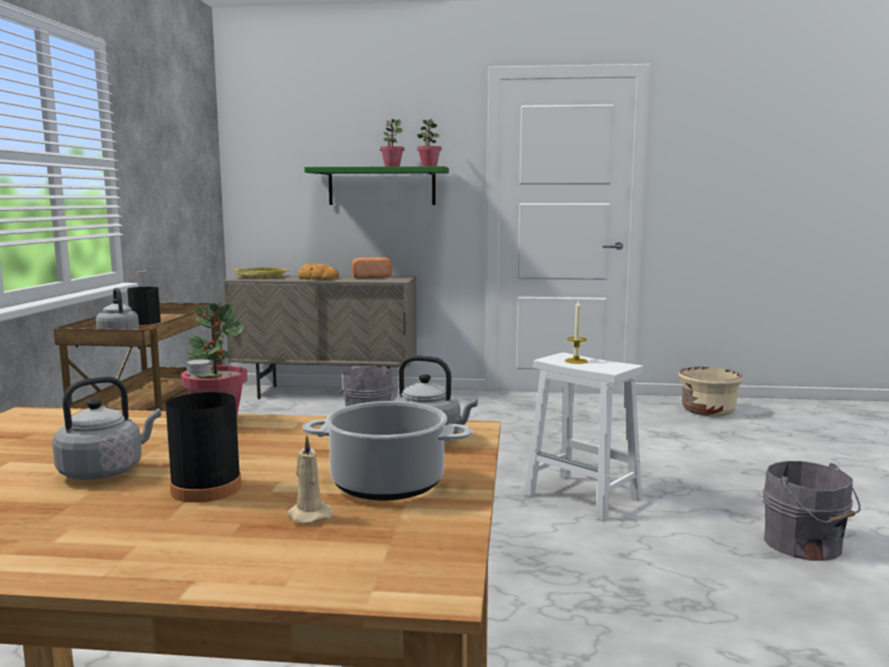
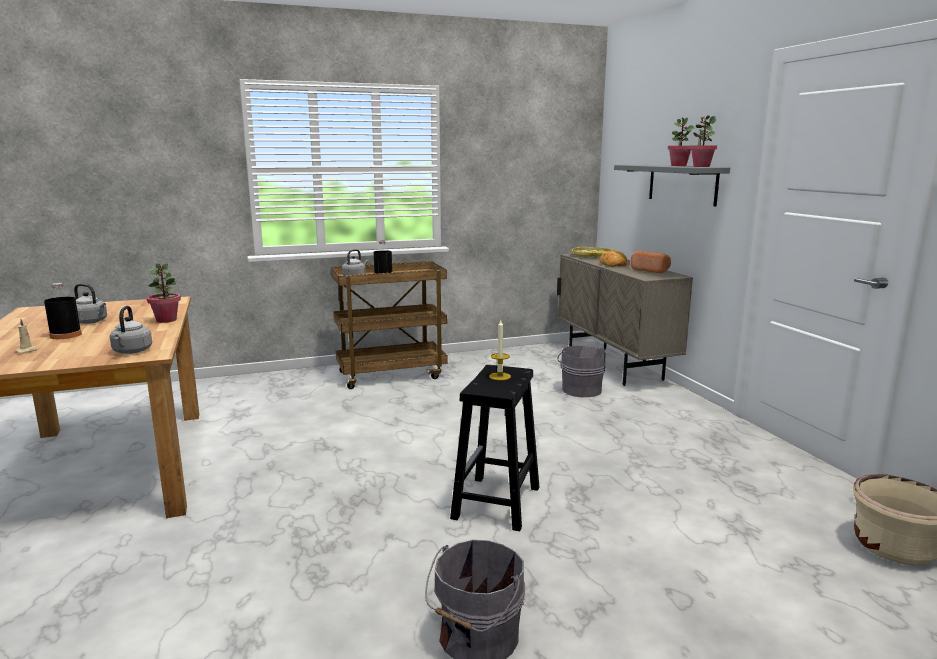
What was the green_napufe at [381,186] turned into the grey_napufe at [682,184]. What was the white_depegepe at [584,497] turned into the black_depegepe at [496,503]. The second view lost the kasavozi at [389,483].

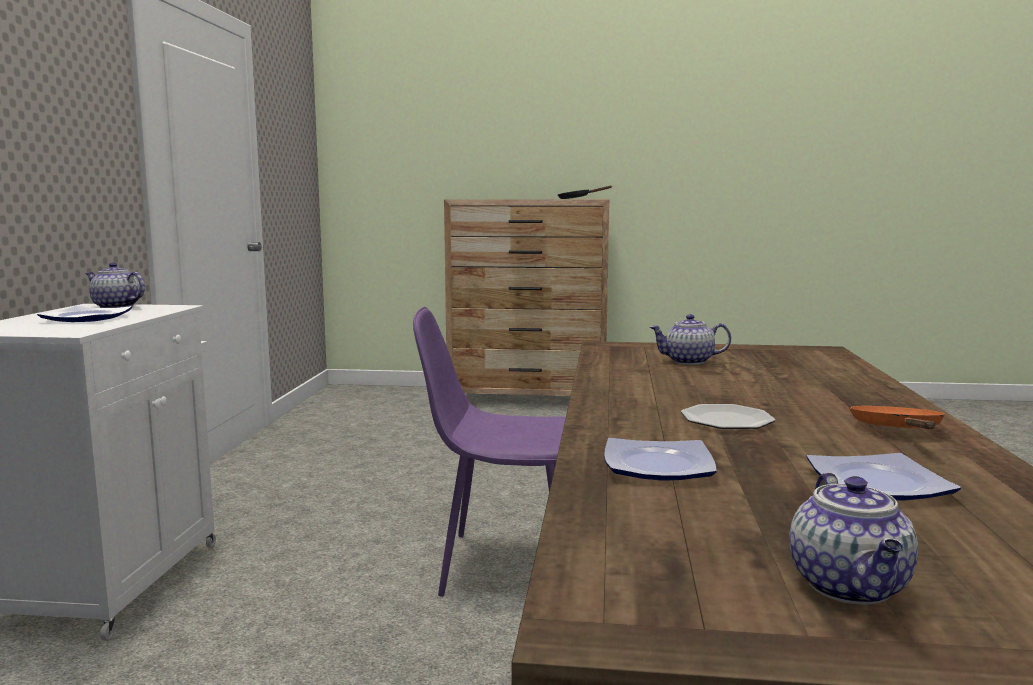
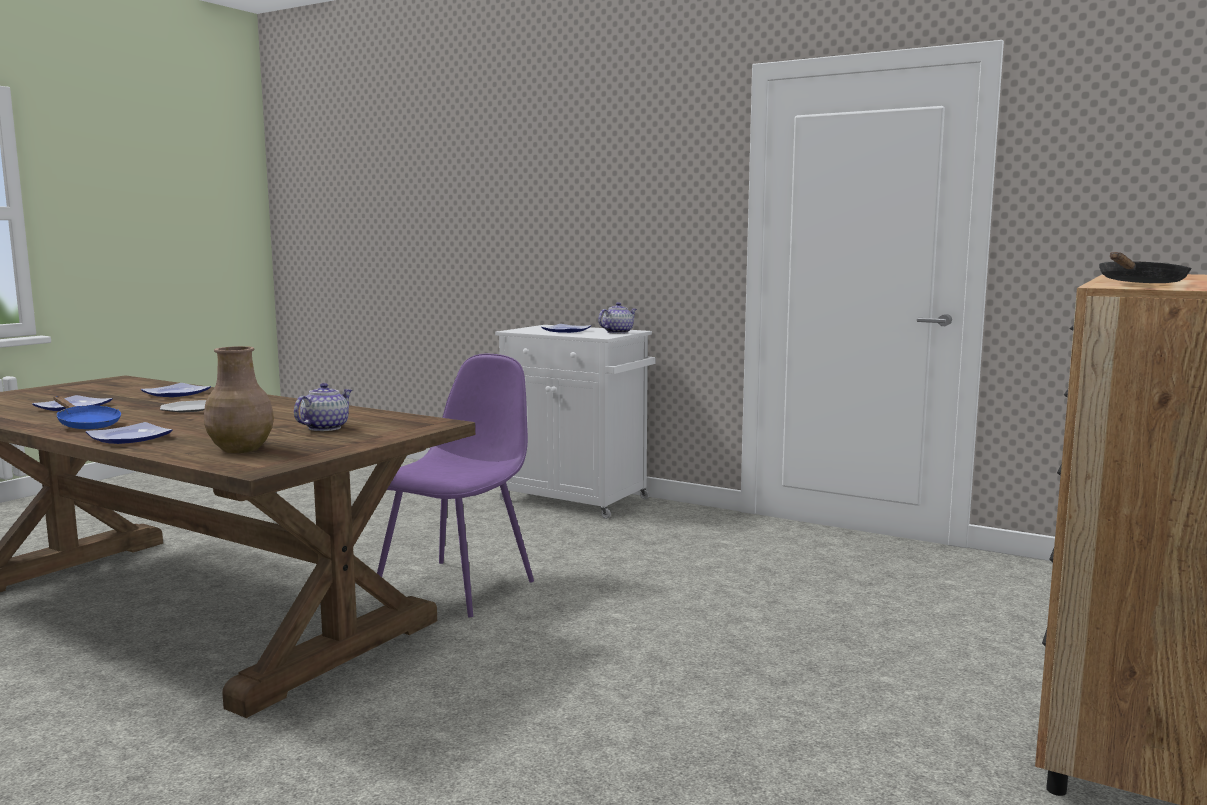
What was the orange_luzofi at [898,431] turned into the blue_luzofi at [86,425]. The second view lost the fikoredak at [851,588]. The second view gained the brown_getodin at [241,449]. The second view gained the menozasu at [129,438].

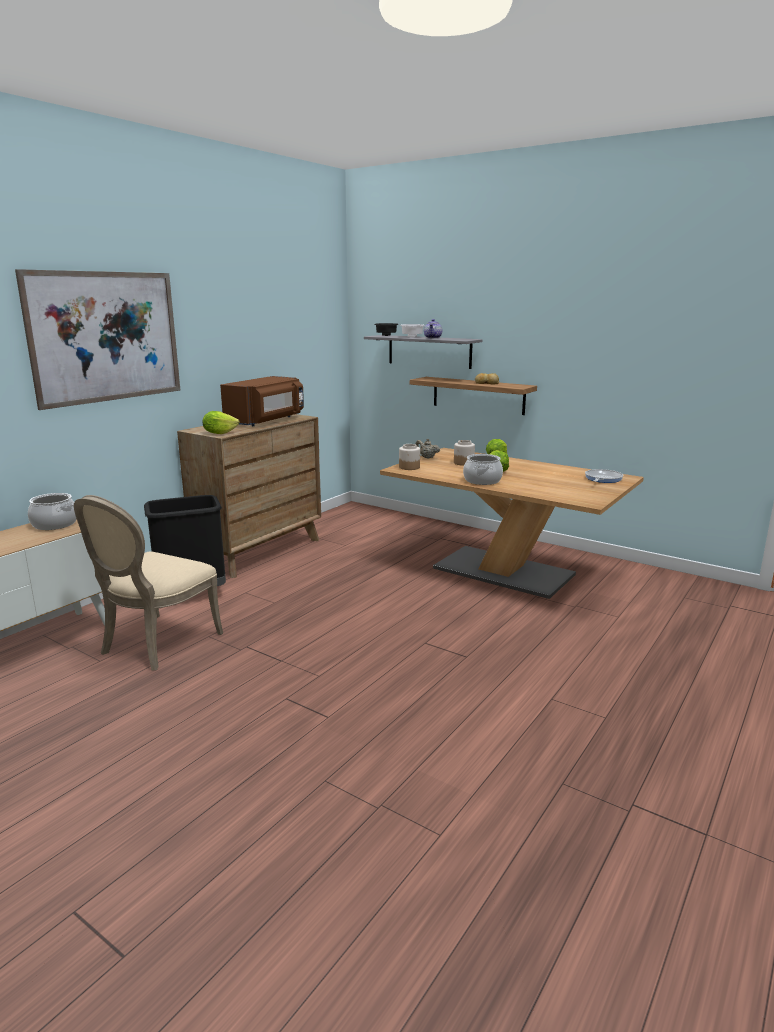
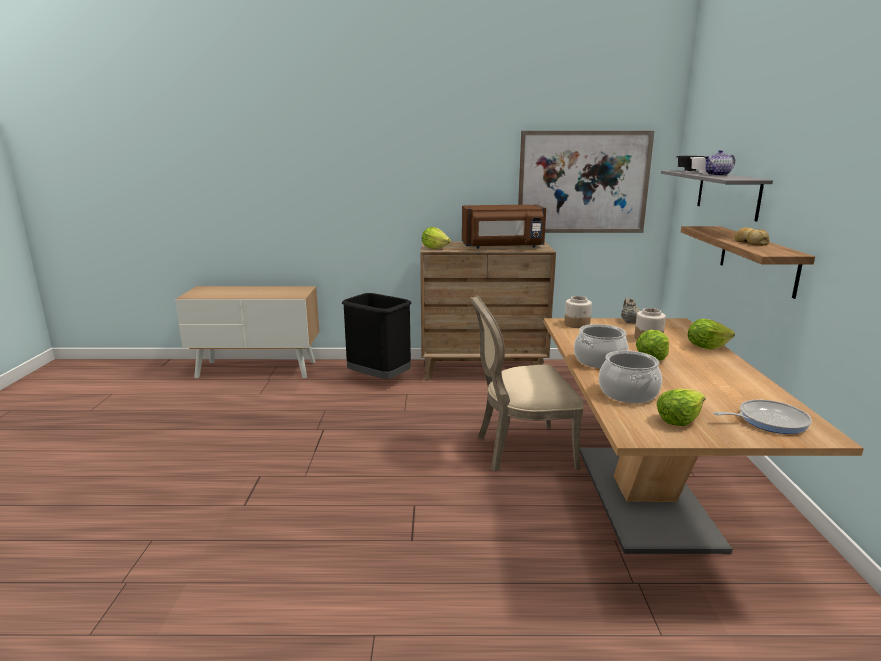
The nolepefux ended up elsewhere, having gone from [106,337] to [583,182]. The kasavozi ended up elsewhere, having gone from [54,524] to [627,393]. The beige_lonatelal ended up elsewhere, having gone from [156,644] to [520,450]. The second view gained the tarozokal at [679,419].

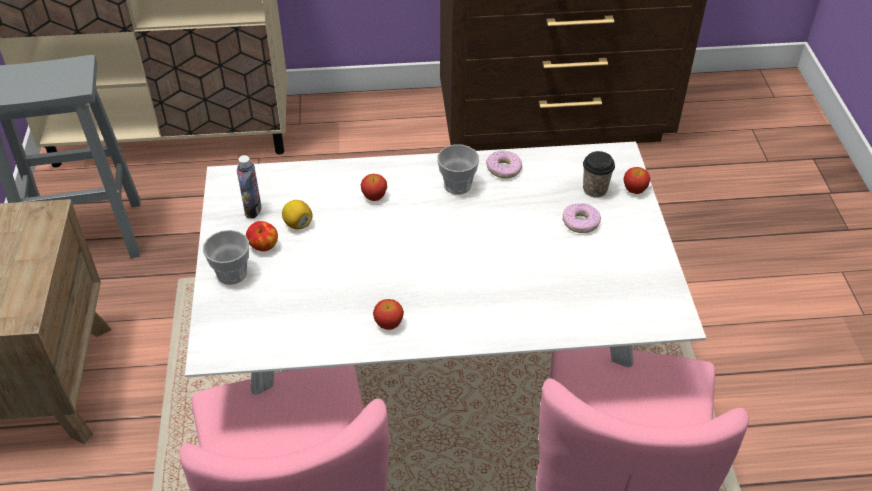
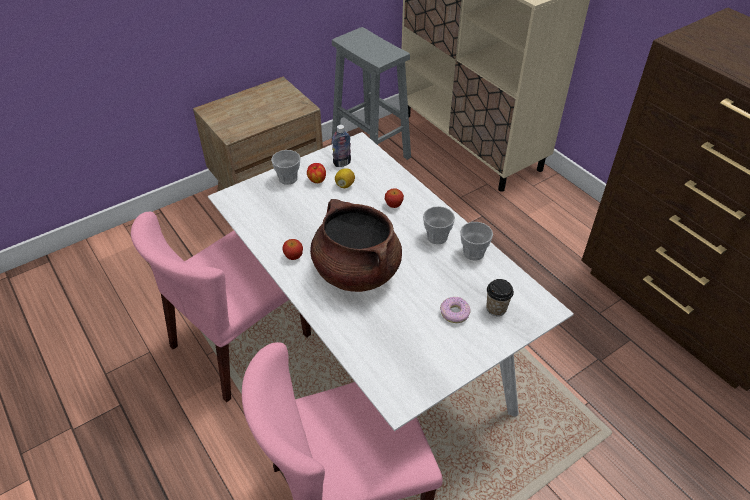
Where the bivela stood at [504,169], the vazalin came to stand at [473,252]. The second view lost the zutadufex at [634,190]. The second view gained the brown_kasavozi at [356,271].

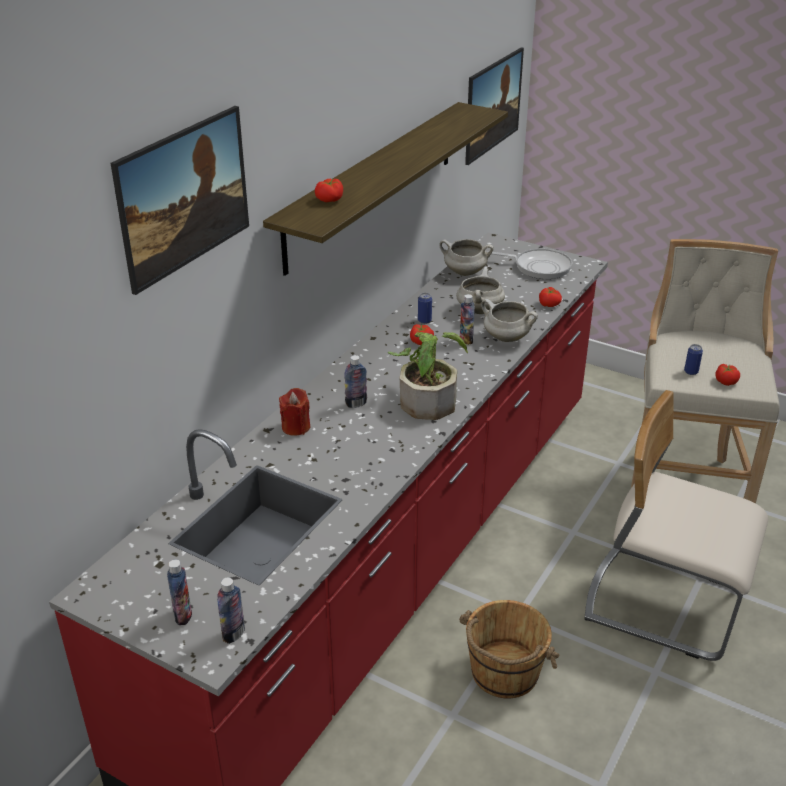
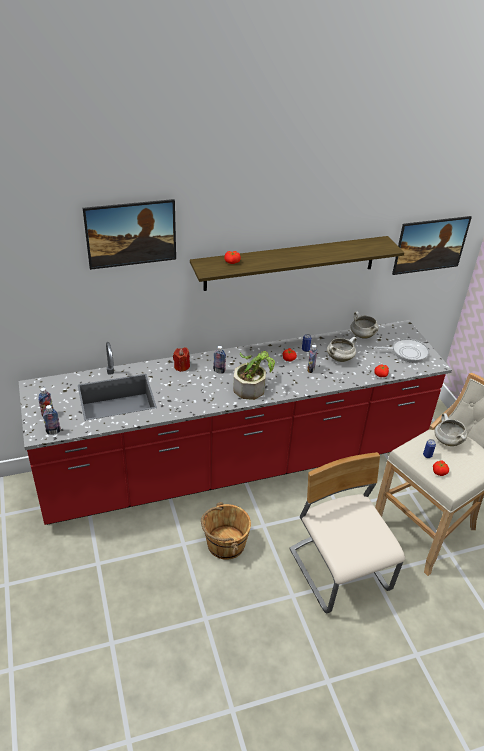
The luzofi at [539,267] ended up facing another way, 60 degrees counterclockwise from before. The white_kasavozi ended up elsewhere, having gone from [506,338] to [447,441].

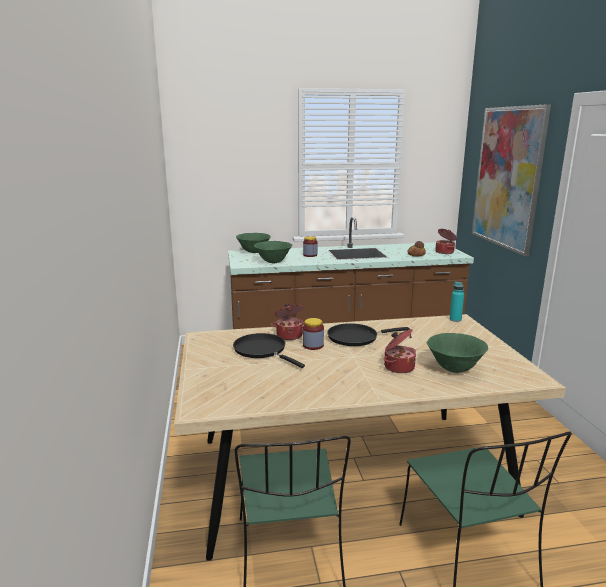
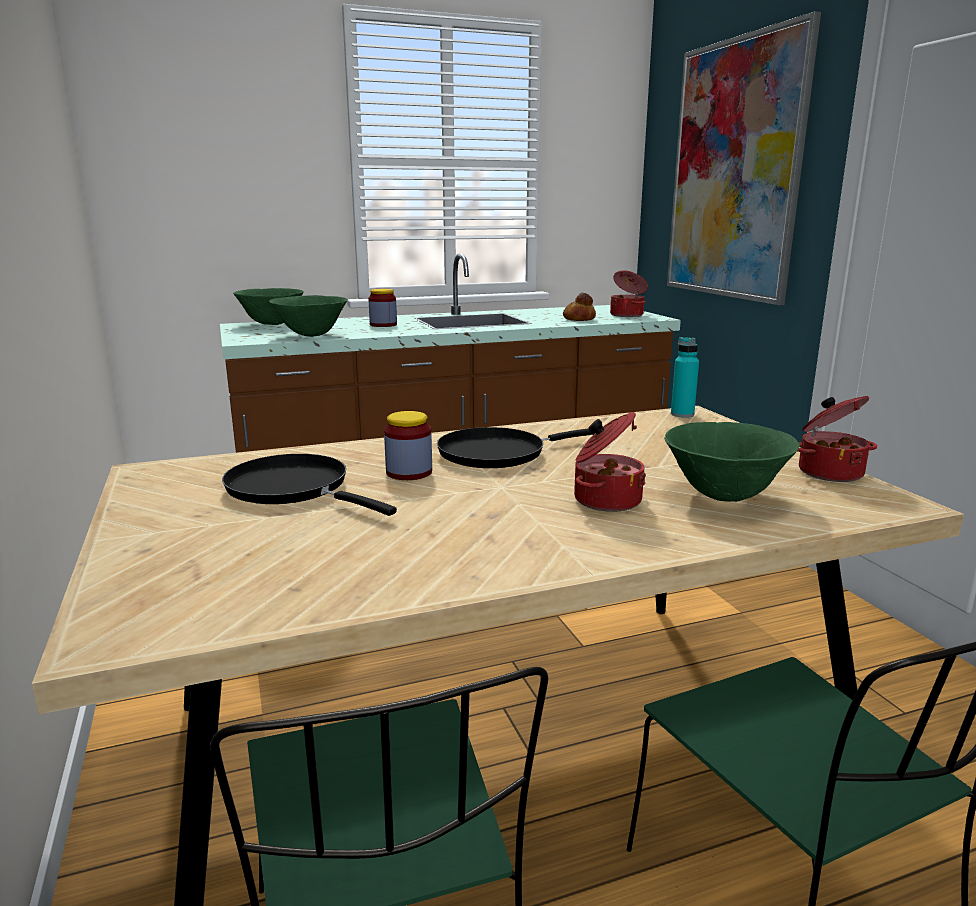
The kasavozi ended up elsewhere, having gone from [289,335] to [829,472].

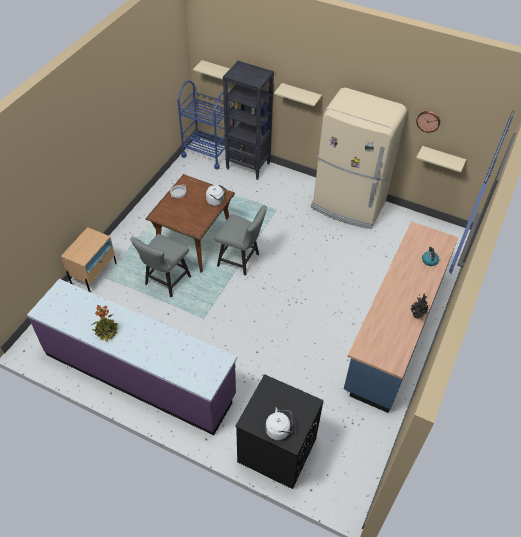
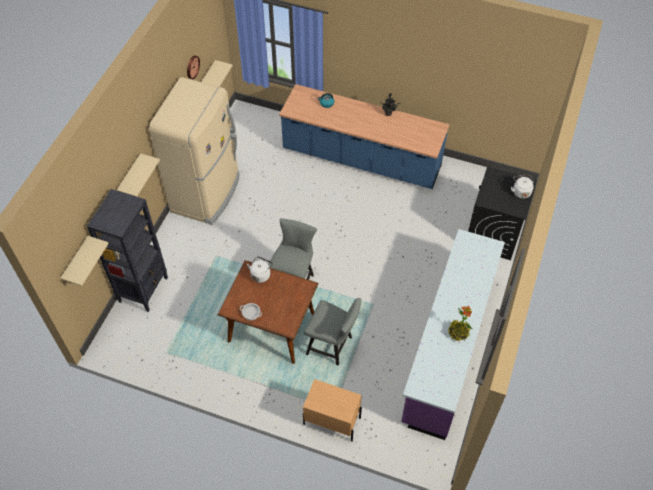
The second view lost the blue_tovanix at [207,153].

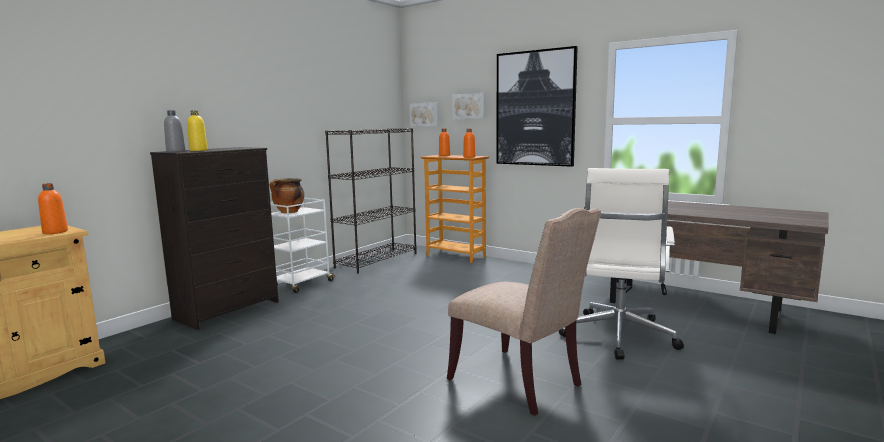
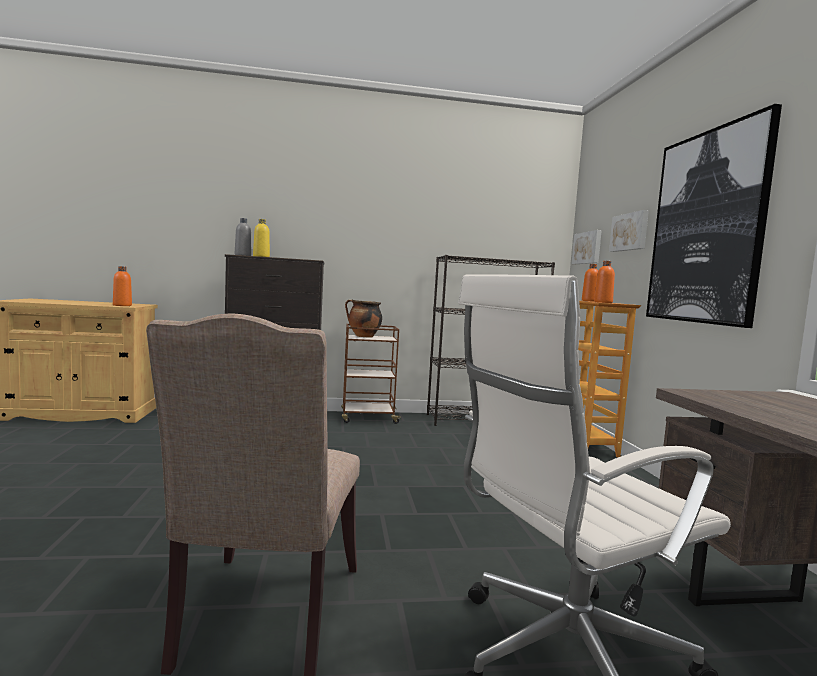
What was the white_tovanix at [302,284] turned into the brown_tovanix at [368,418].

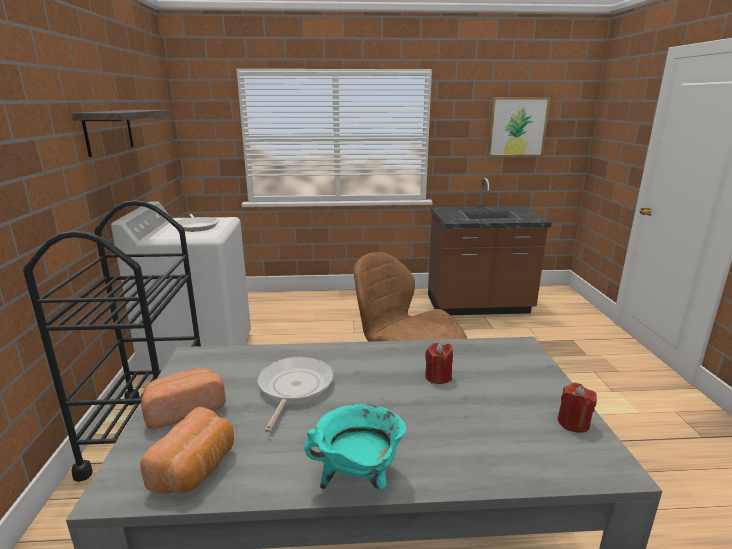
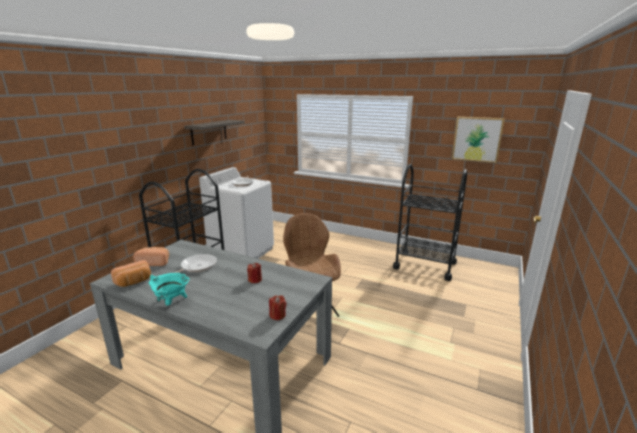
Where the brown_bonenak stood at [478,306], the black_tovanix came to stand at [424,265].

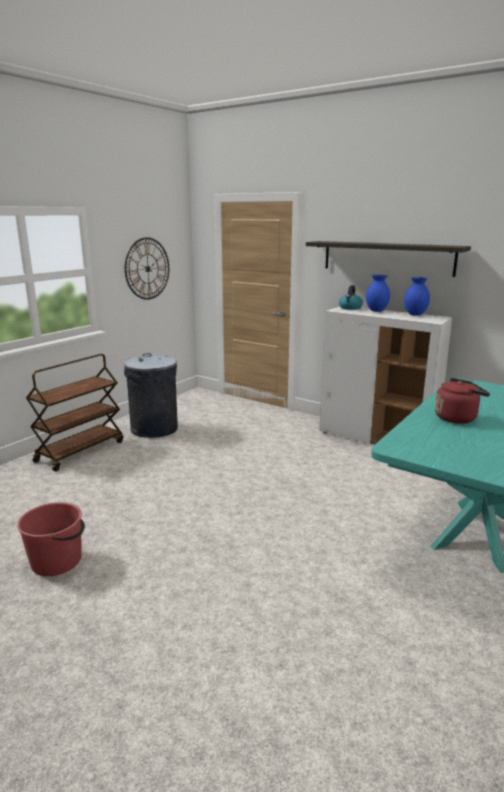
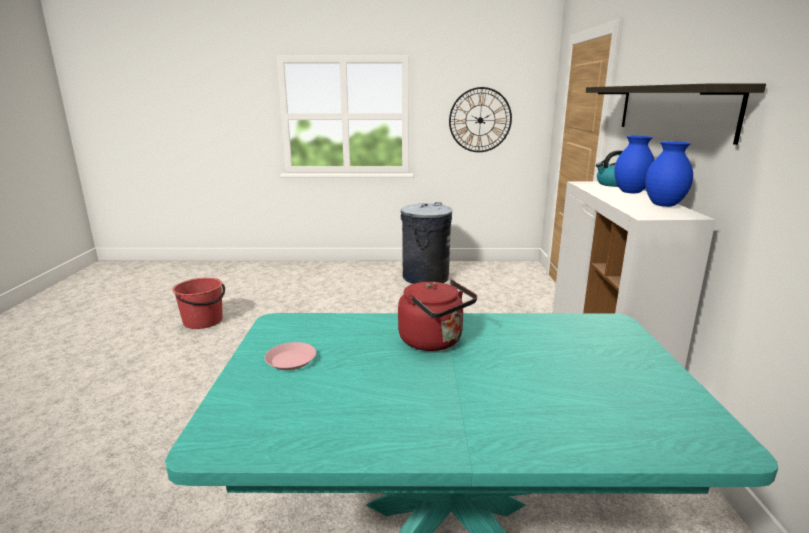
The second view lost the brown_tovanix at [80,451]. The second view gained the pink_menozasu at [291,360].

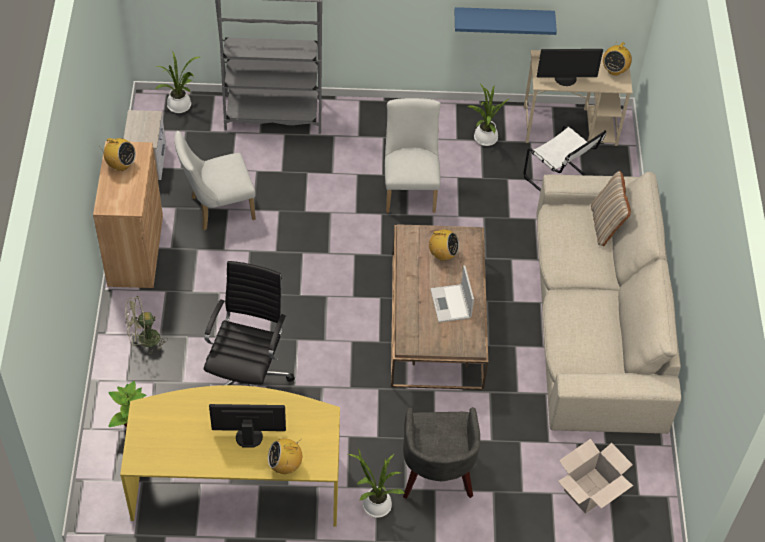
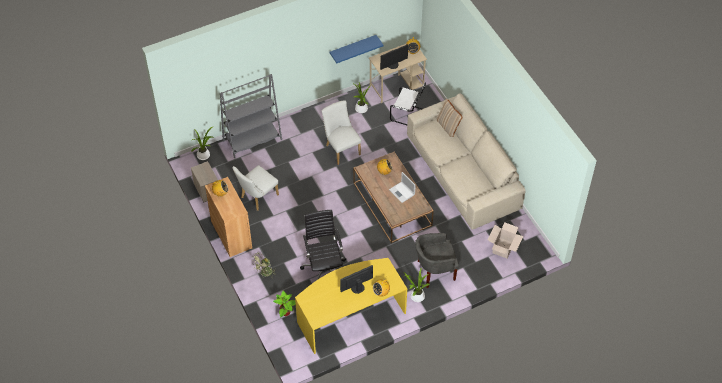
The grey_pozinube at [436,474] ended up facing another way, 105 degrees clockwise from before.

